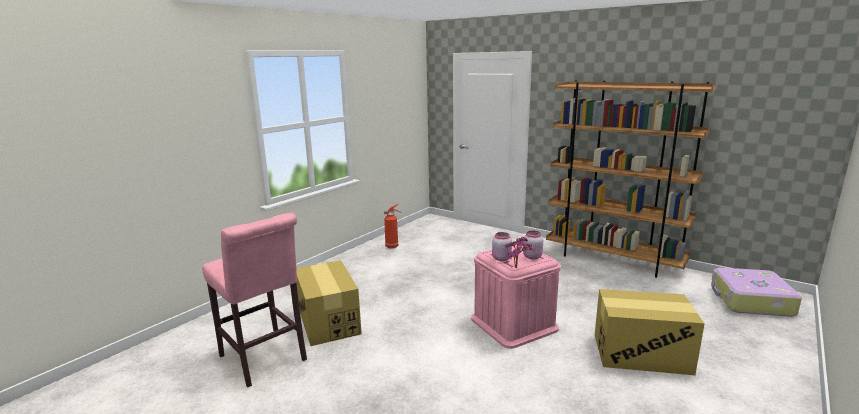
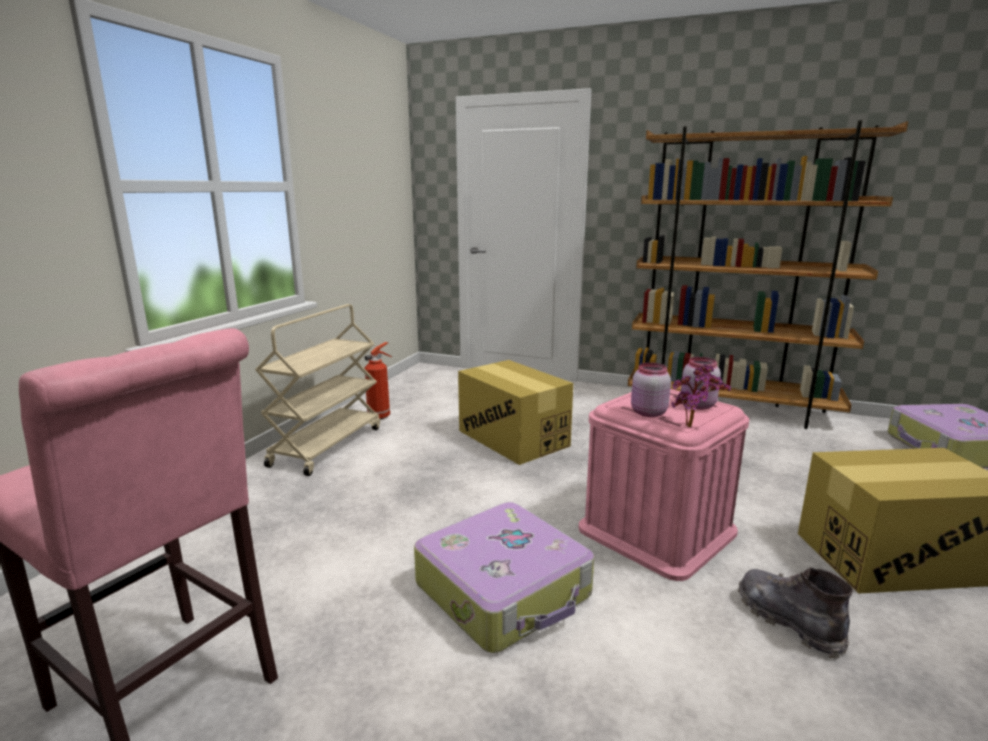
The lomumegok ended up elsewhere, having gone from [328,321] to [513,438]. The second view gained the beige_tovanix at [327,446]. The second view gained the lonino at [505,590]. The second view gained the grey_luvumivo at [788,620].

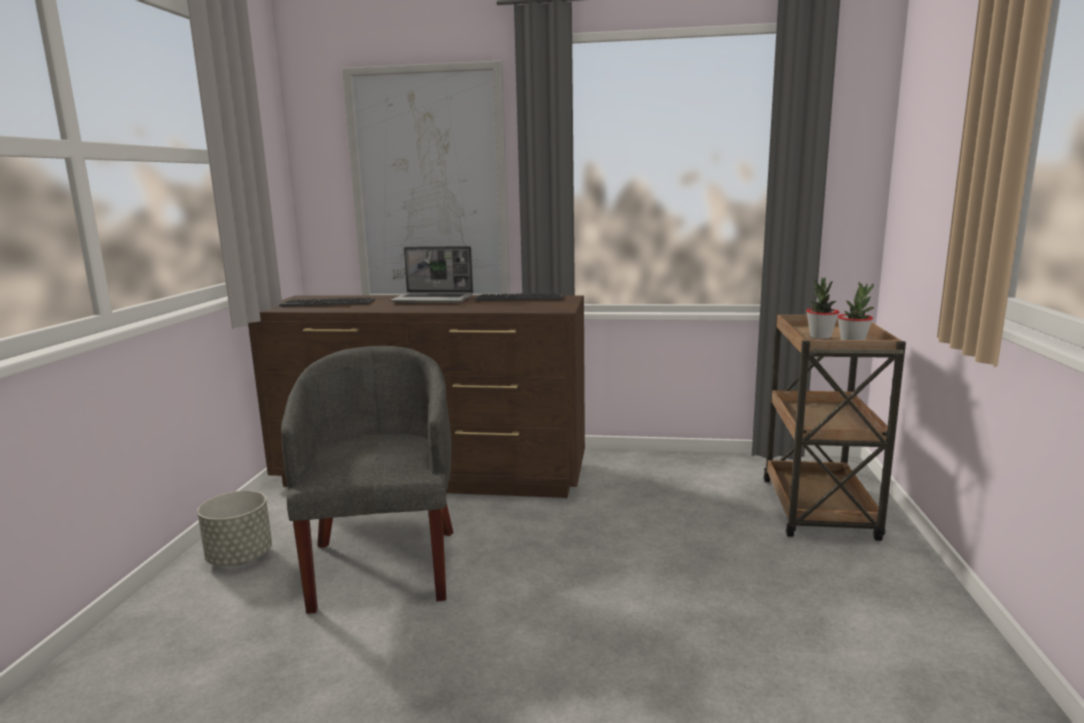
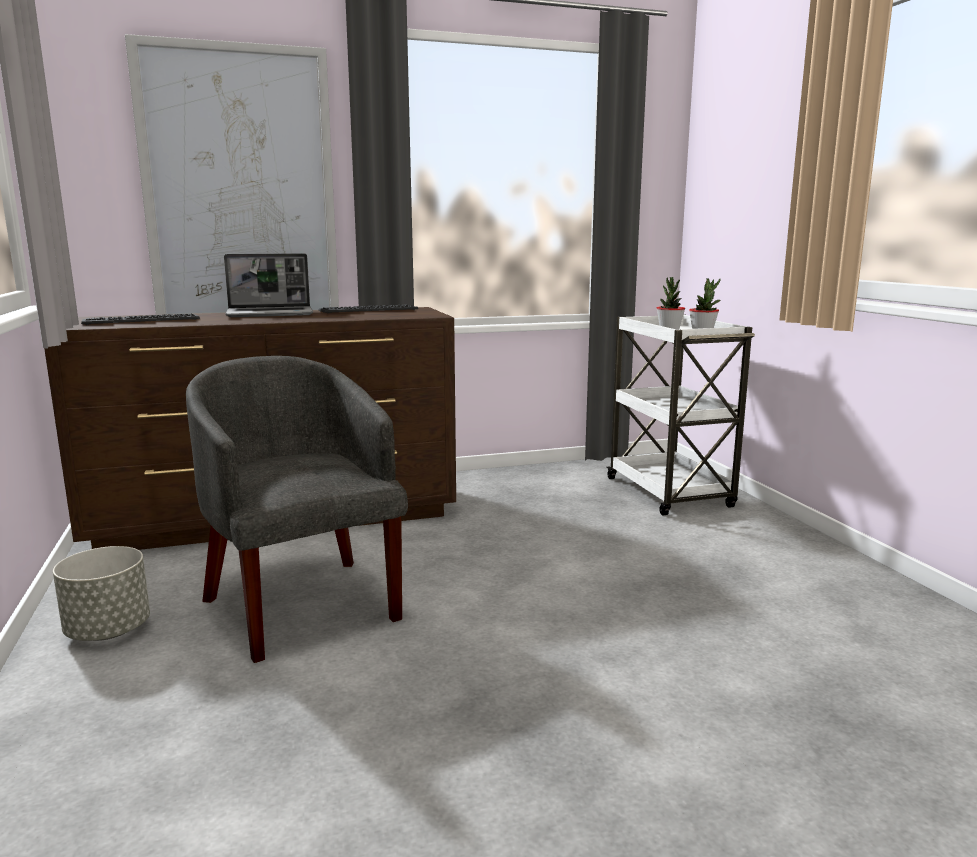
What was the brown_tovanix at [818,510] turned into the white_tovanix at [670,493].

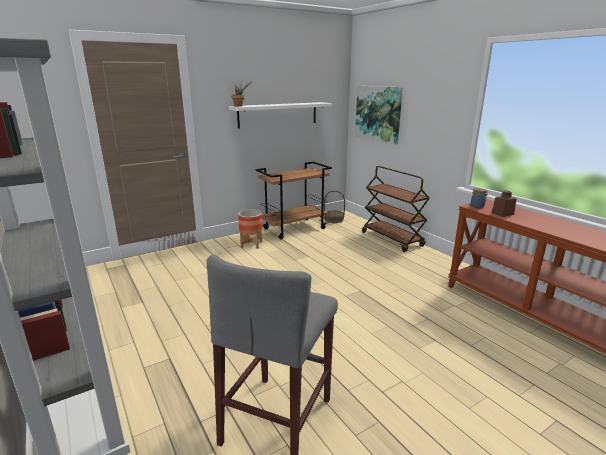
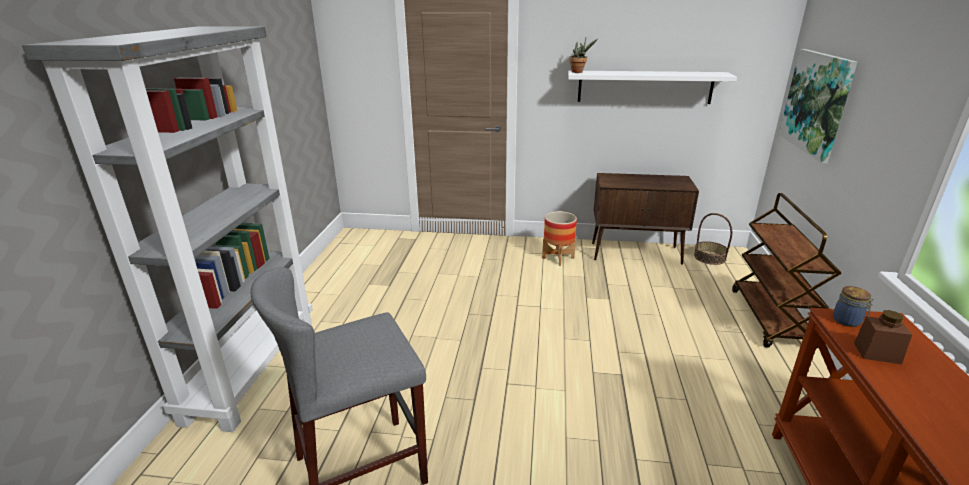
Where the brown_tovanix stood at [294,228], the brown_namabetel came to stand at [636,253].

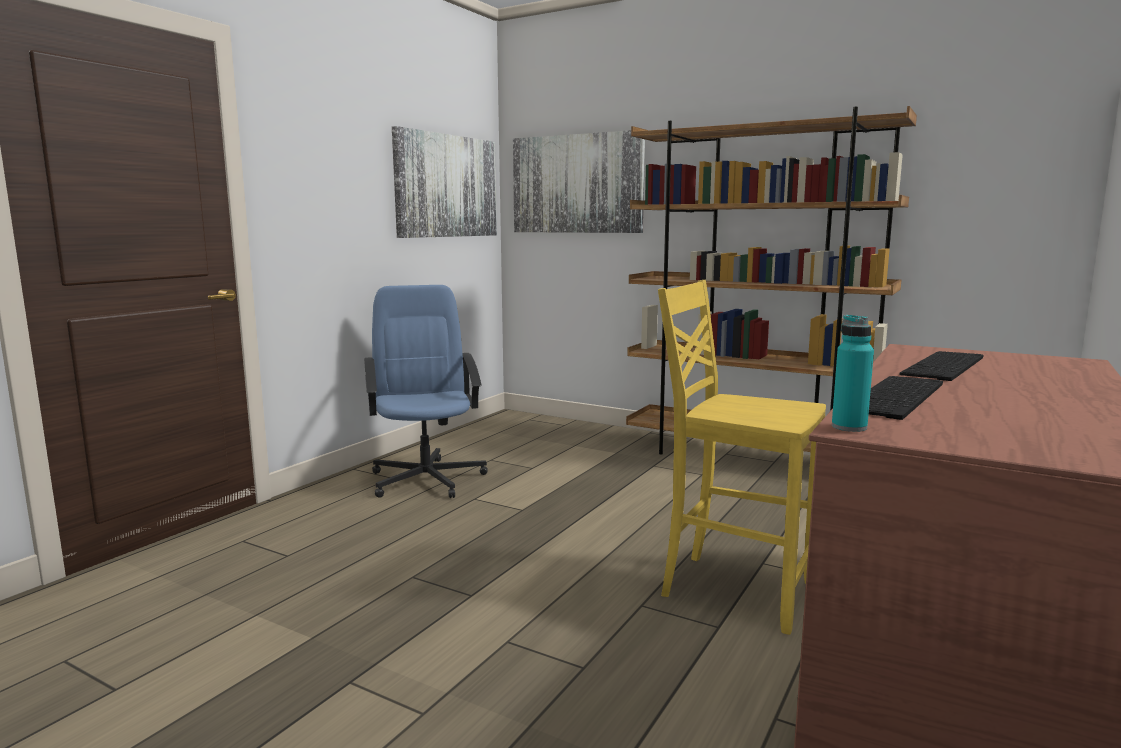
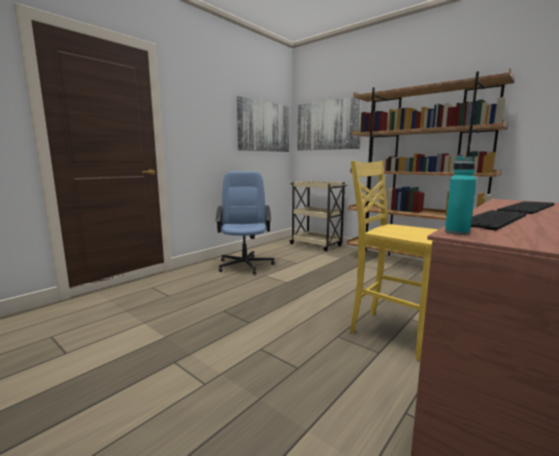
The second view gained the beige_tovanix at [316,245].

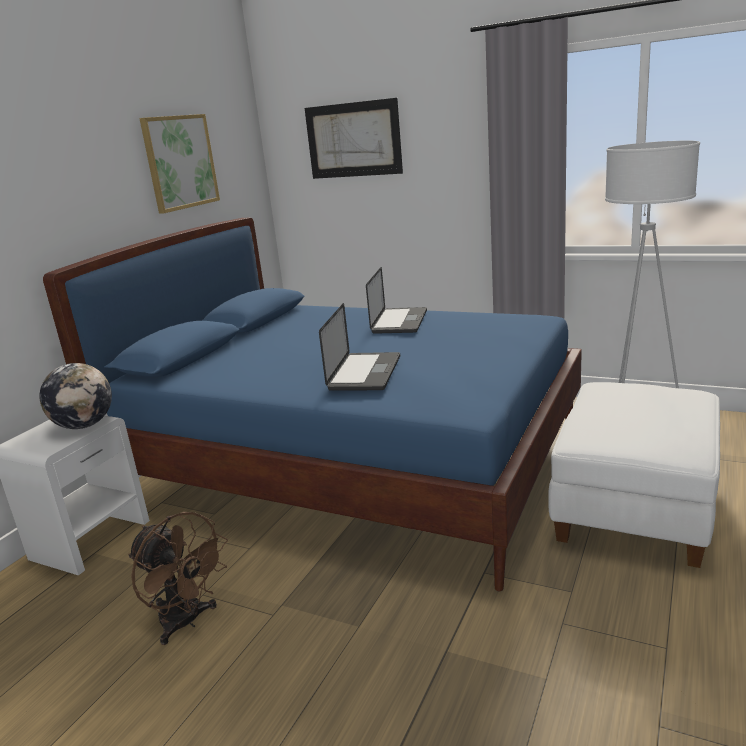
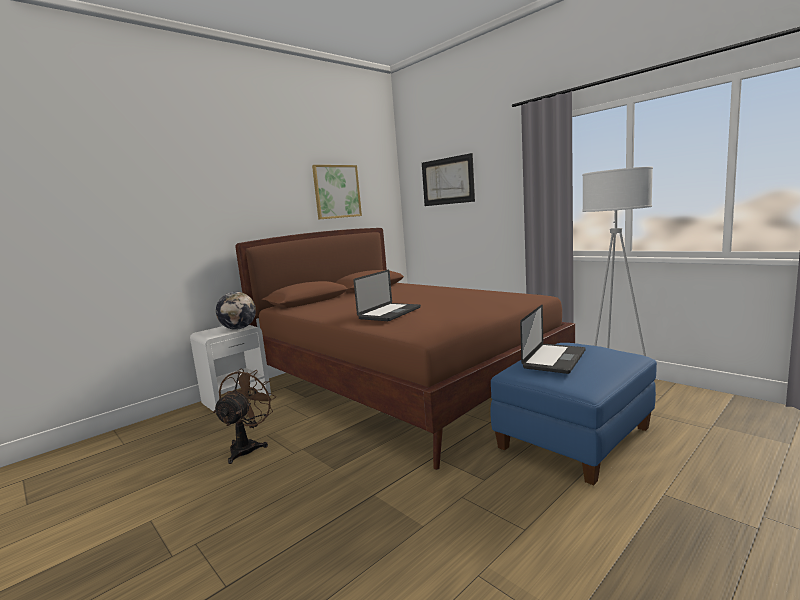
What was the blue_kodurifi at [354,463] turned into the brown_kodurifi at [404,383]. The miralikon ended up elsewhere, having gone from [399,322] to [554,359]. What was the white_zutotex at [633,508] turned into the blue_zutotex at [573,439]. The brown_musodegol at [187,622] ended up facing another way, 135 degrees counterclockwise from before.

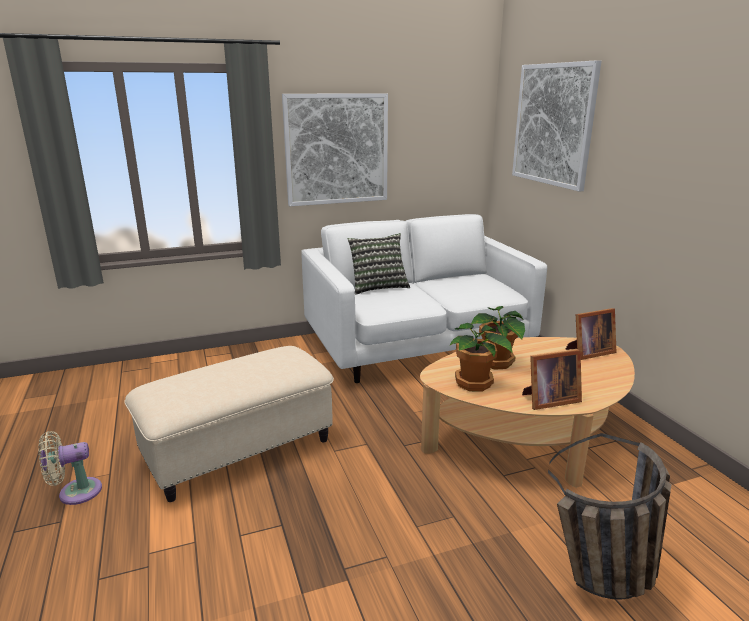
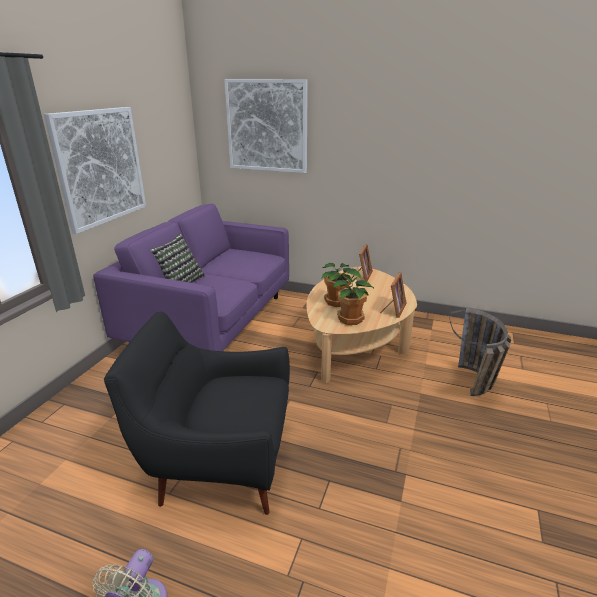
What was the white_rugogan at [417,346] turned into the purple_rugogan at [212,321]. Where the beige_zutotex stood at [239,450], the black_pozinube came to stand at [218,463].

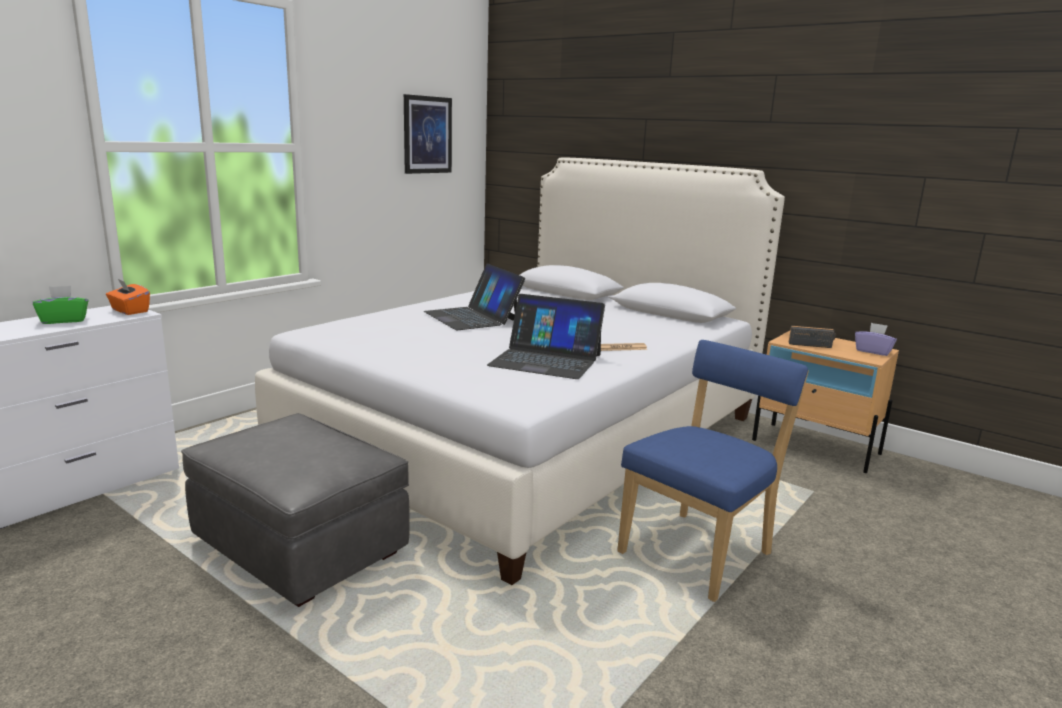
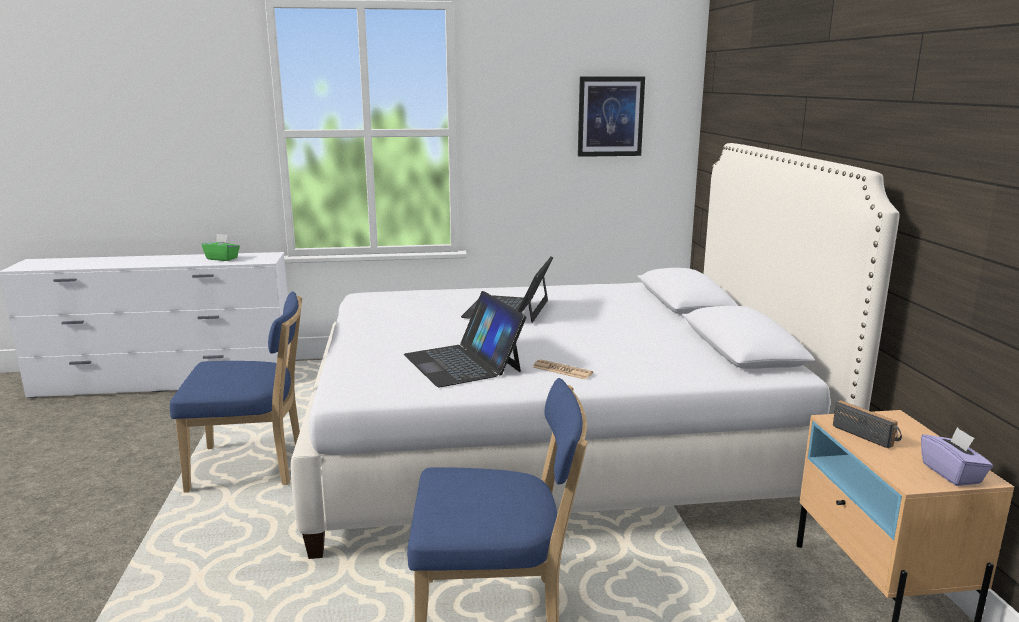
The second view lost the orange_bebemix at [129,311]. Where the grey_zutotex stood at [301,548], the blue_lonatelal came to stand at [253,466].

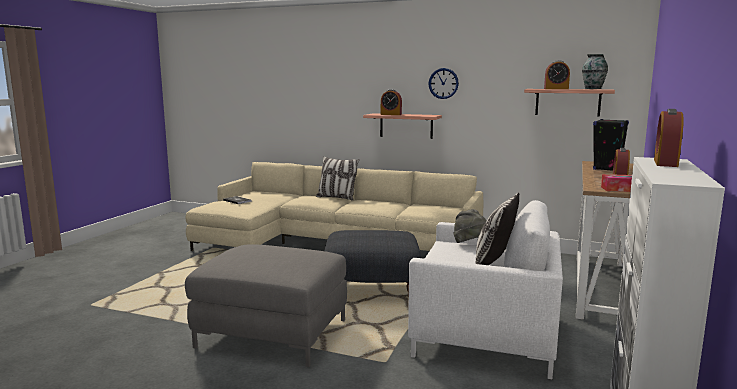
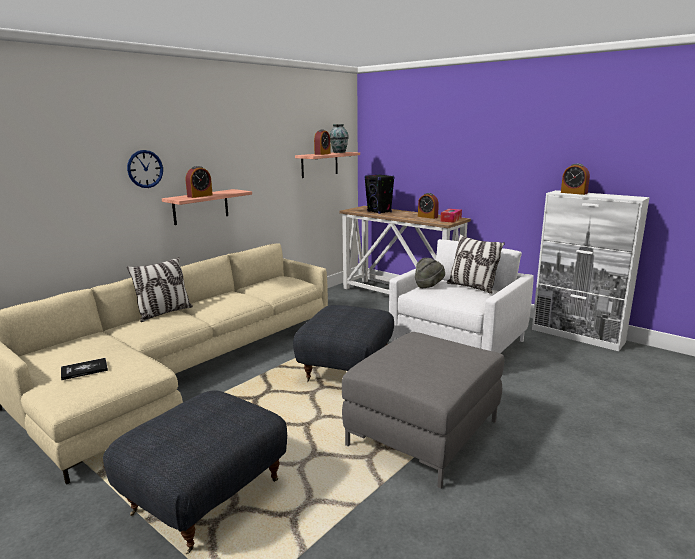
The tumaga ended up elsewhere, having gone from [443,83] to [145,169]. The second view gained the grey_zutotex at [205,496].

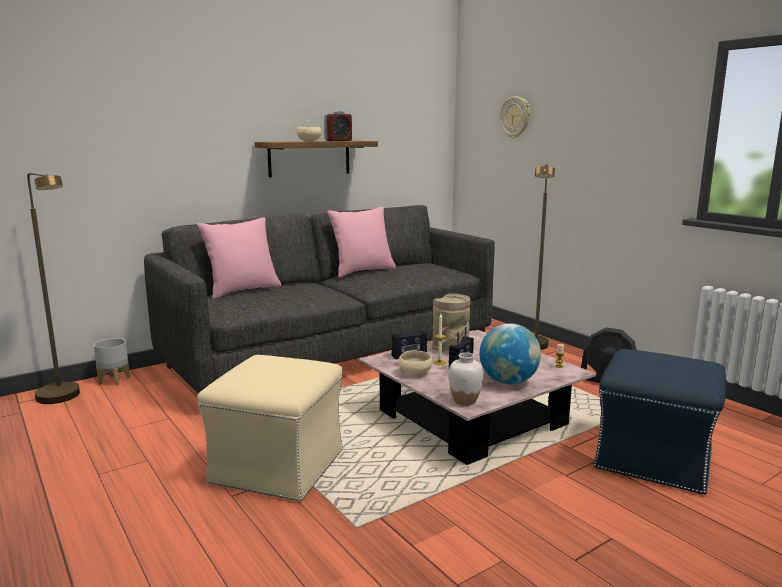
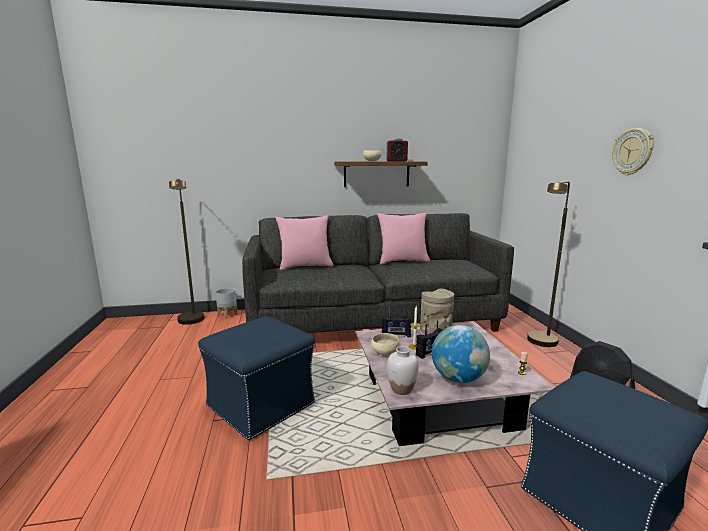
The tumaga ended up elsewhere, having gone from [515,117] to [633,152]. What was the beige_zutotex at [278,466] turned into the blue_zutotex at [262,404].

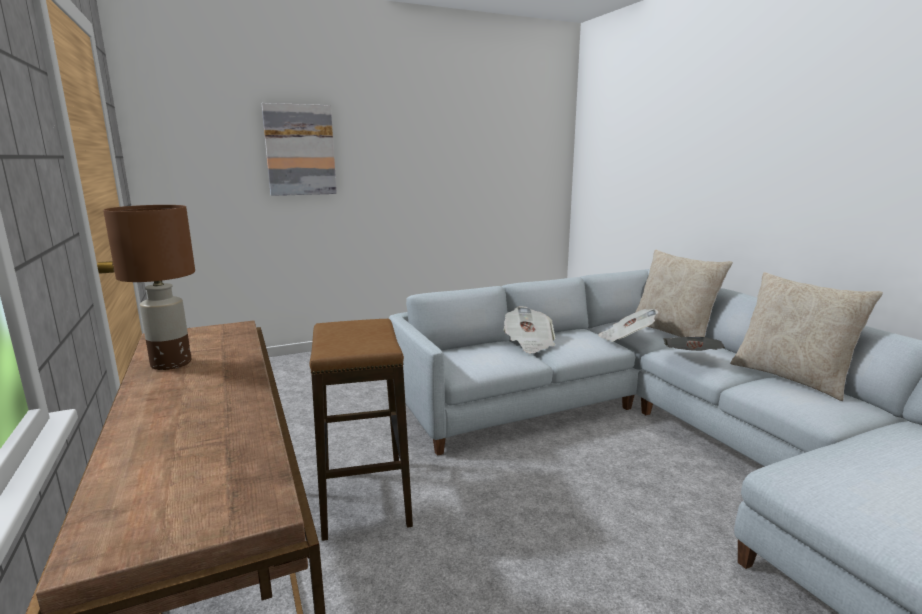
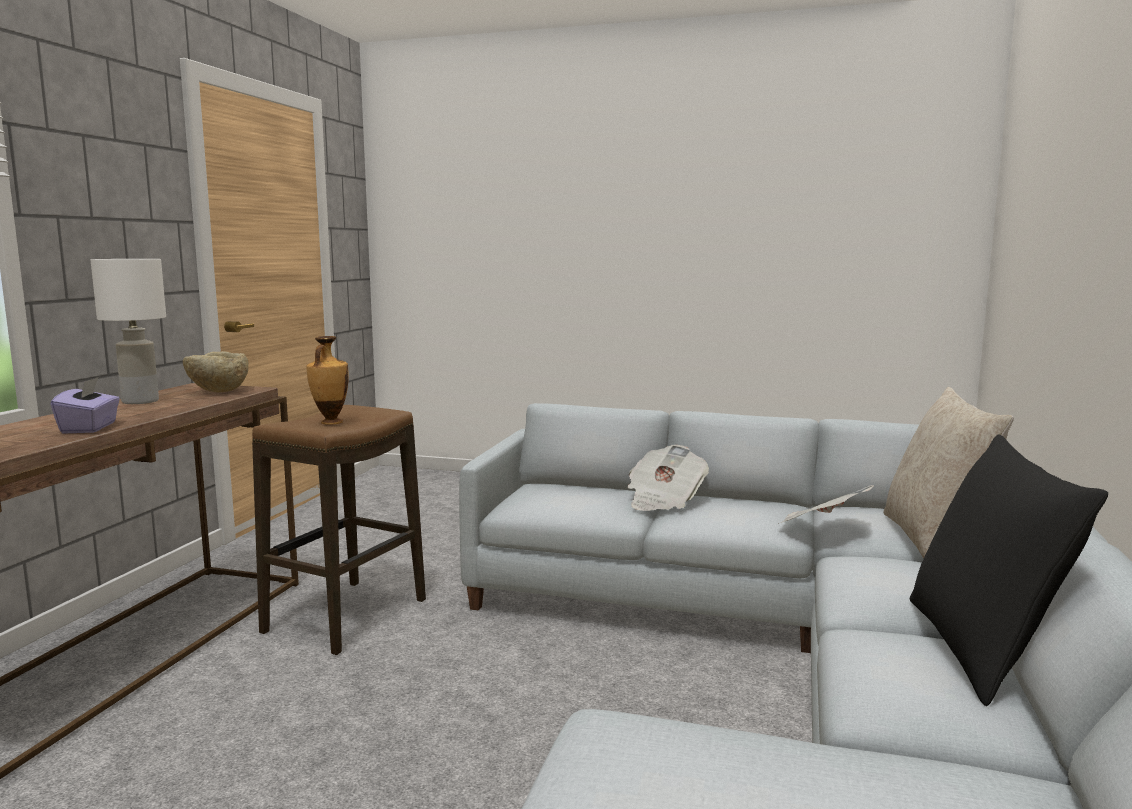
The second view lost the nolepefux at [300,150]. What was the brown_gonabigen at [170,364] turned into the white_gonabigen at [139,401]. What was the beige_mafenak at [791,377] turned into the black_mafenak at [983,650]. The second view lost the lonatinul at [691,359]. The second view gained the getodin at [330,422]. The second view gained the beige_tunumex at [218,392]. The second view gained the purple_bebemix at [90,428].

